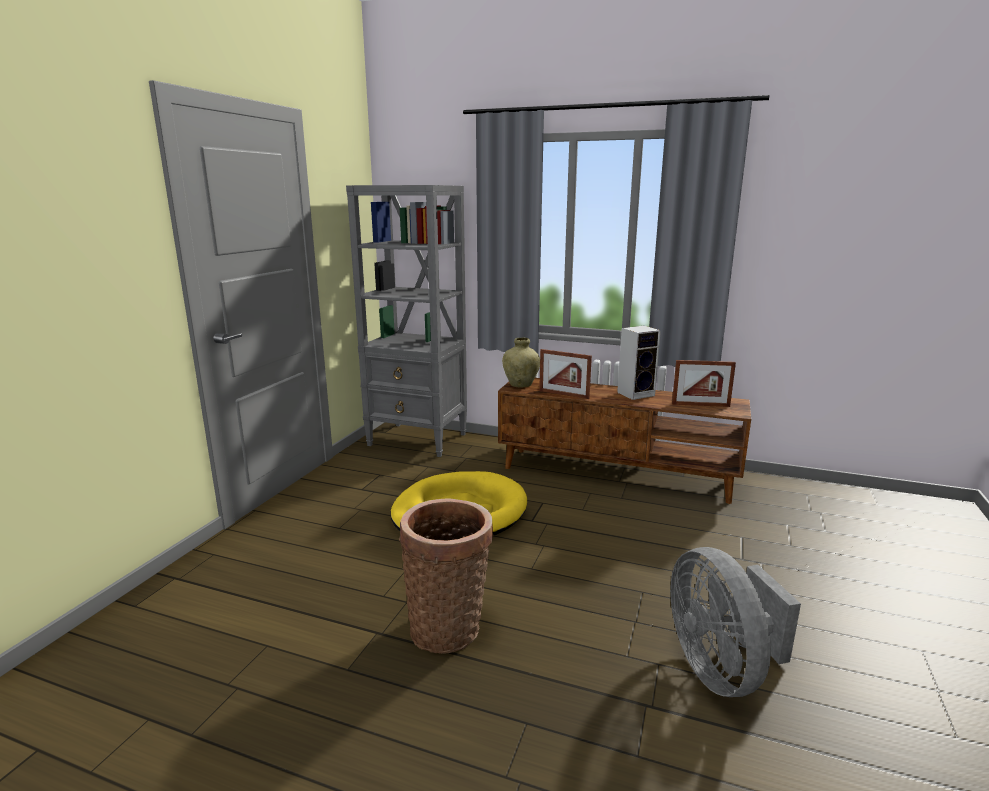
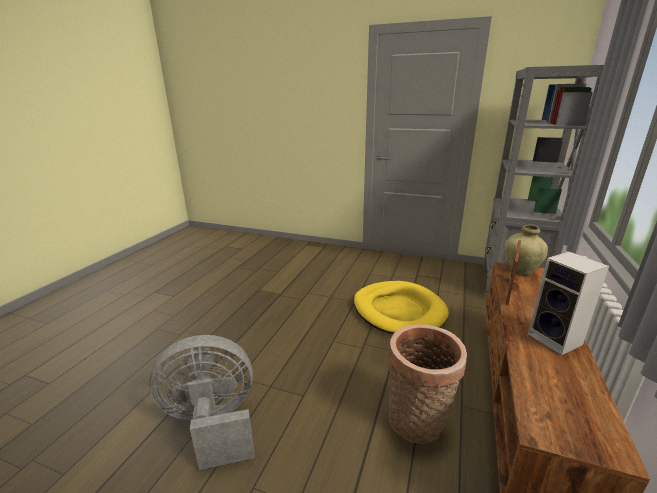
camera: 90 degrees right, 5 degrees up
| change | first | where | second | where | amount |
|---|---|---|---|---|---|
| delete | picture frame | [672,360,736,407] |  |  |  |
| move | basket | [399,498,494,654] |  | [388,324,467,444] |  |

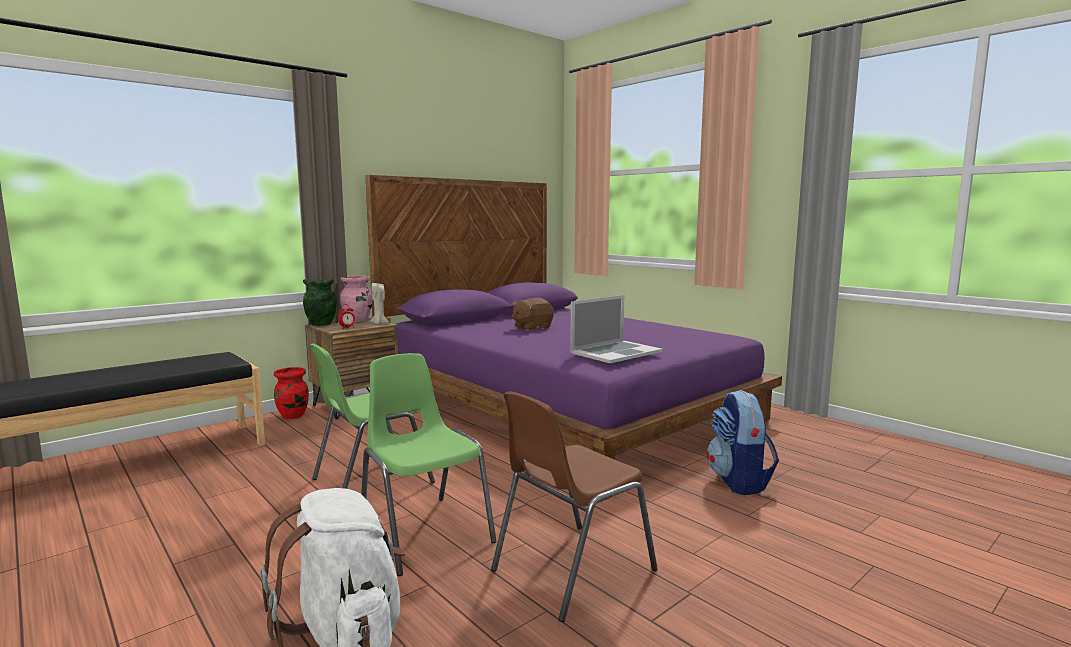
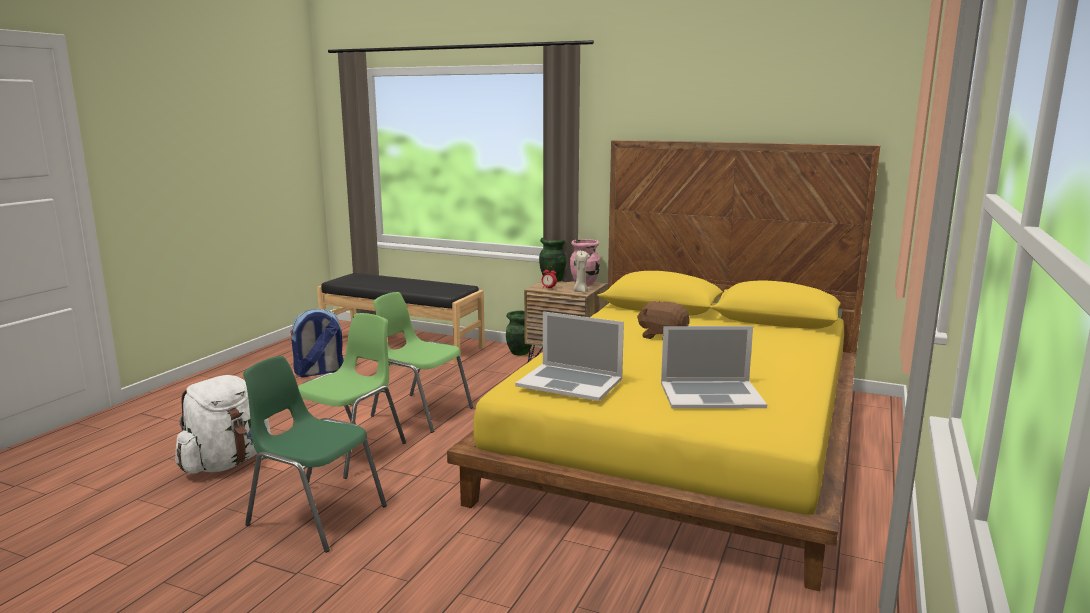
camera: 65 degrees right, 5 degrees up
| change | first | where | second | where | amount |
|---|---|---|---|---|---|
| insert |  |  | laptop | [661,326,767,409] |  |
| move | backpack | [707,390,779,495] |  | [290,309,344,377] |  |
| recolor | red vase | [274,367,309,419] | green vase | [506,311,532,356] |  |
| recolor | purple bed | [366,175,782,460] | yellow bed | [447,140,880,591] |  |
| recolor | brown chair | [491,391,658,622] | green chair | [243,356,387,553] |  |

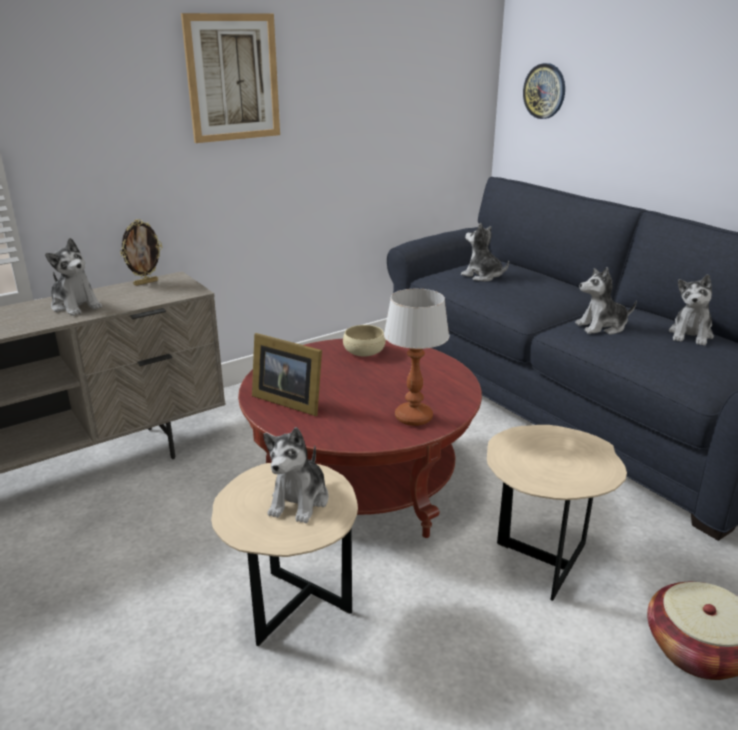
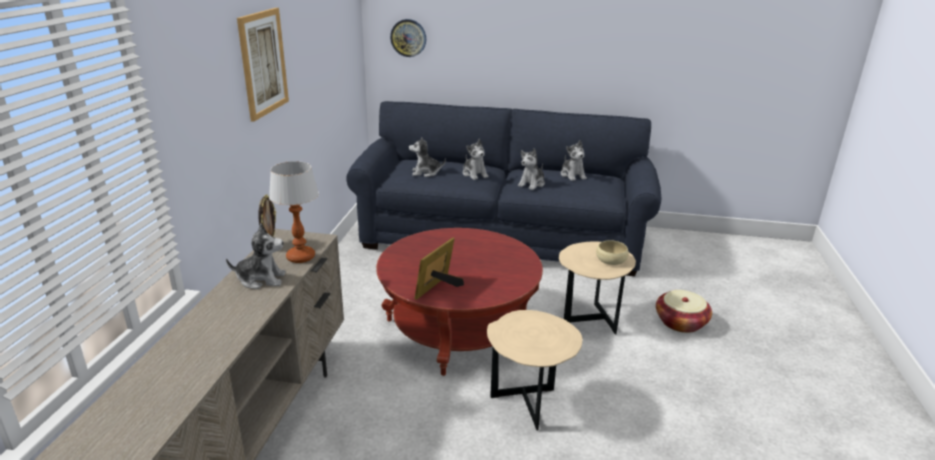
camera: 45 degrees left, 0 degrees up
| change | first | where | second | where | amount |
|---|---|---|---|---|---|
| move | plush toy | [263,427,329,523] |  | [463,139,488,180] |  |
| move | beige bowl | [343,325,386,356] |  | [596,240,629,265] |  |
| move | table lamp | [384,288,449,426] |  | [269,161,319,263] |  |
| rotate | picture frame | [252,333,322,416] |  | [415,238,464,300] | 135 degrees clockwise |

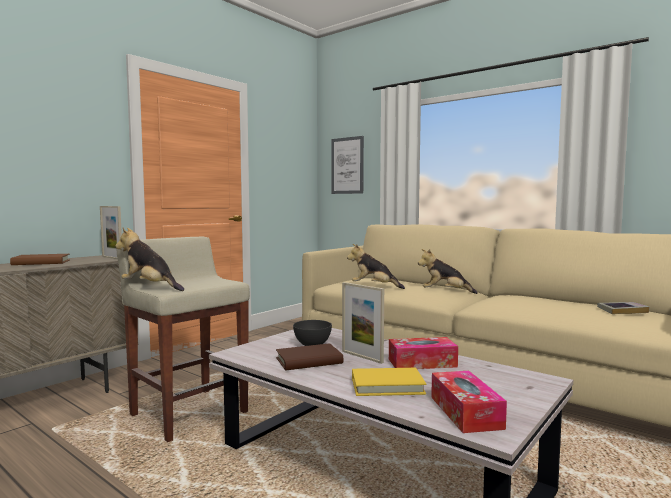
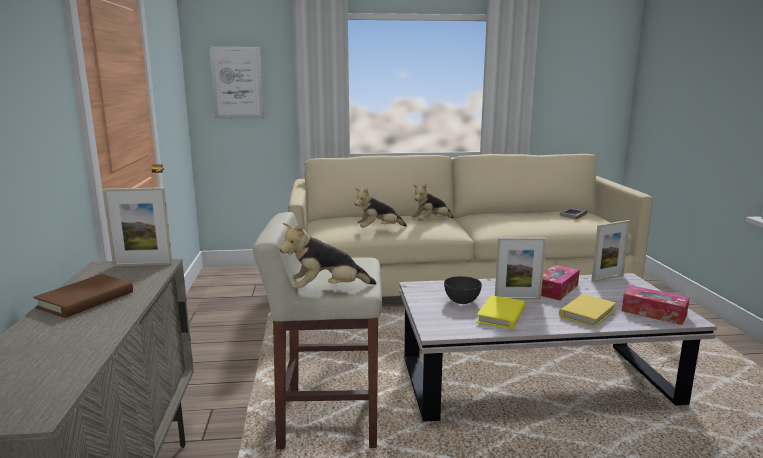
camera: 45 degrees left, 10 degrees up
| change | first | where | second | where | amount |
|---|---|---|---|---|---|
| insert |  |  | picture frame | [591,220,630,282] |  |
| recolor | brown book | [276,343,343,370] | yellow book | [476,295,525,329] |  |

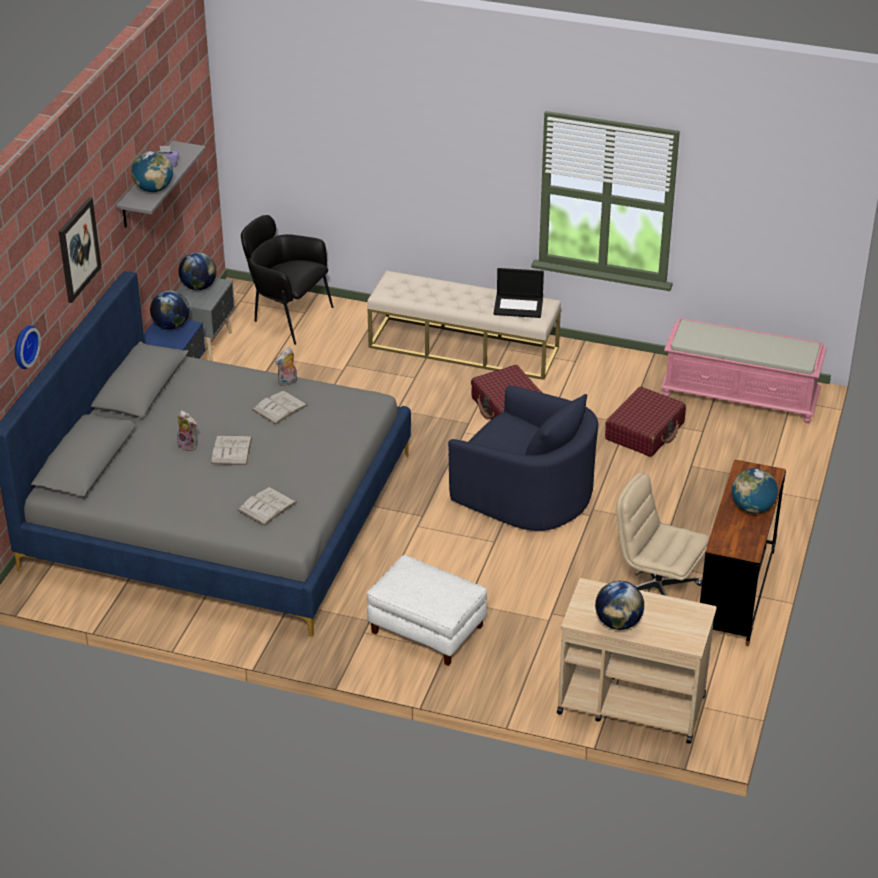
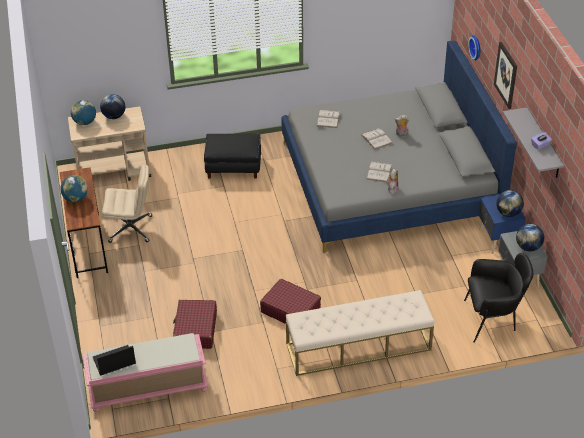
camera: 150 degrees right, 5 degrees up
| change | first | where | second | where | amount |
|---|---|---|---|---|---|
| delete | blue armchair | [448,385,598,531] |  |  |  |
| move | globe | [131,151,173,192] |  | [71,100,96,125] |  |
| move | laptop | [493,268,544,318] |  | [93,345,136,375] |  |
| recolor | white ottoman | [367,555,487,666] | black ottoman | [204,133,261,179] |  |

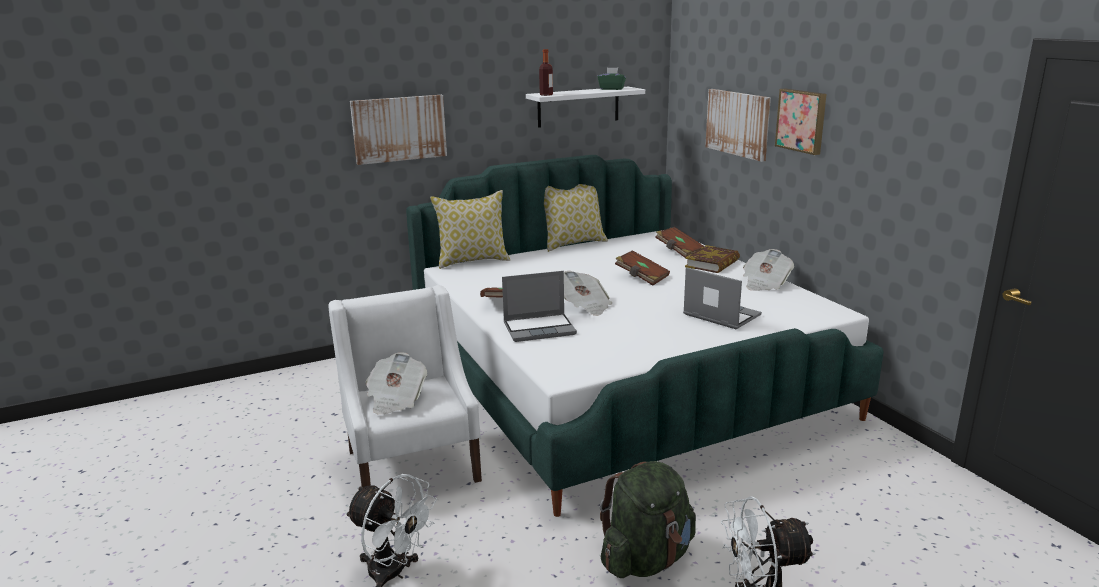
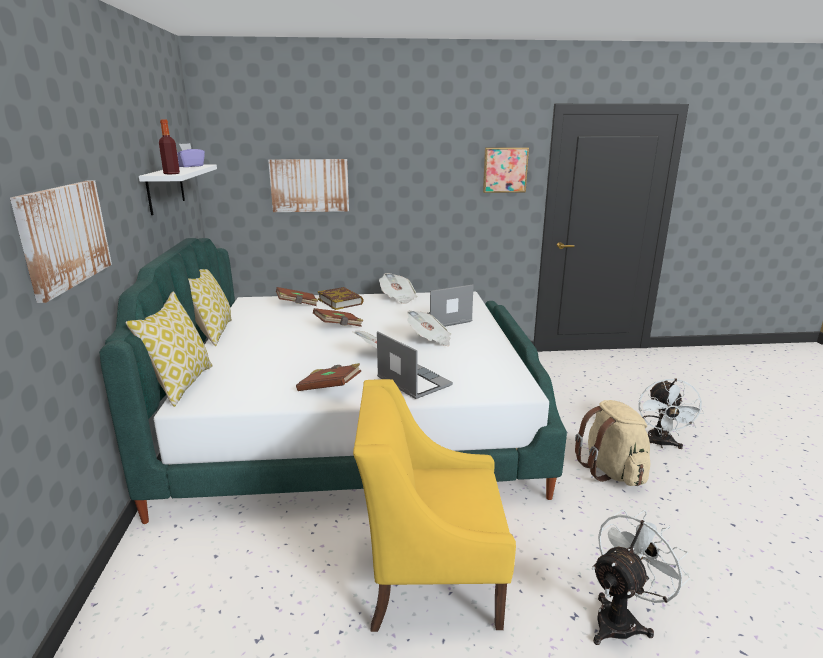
camera: 70 degrees left, 0 degrees up
| change | first | where | second | where | amount |
|---|---|---|---|---|---|
| move | newspaper | [366,352,427,415] |  | [407,310,451,346] |  |
| move | picture | [775,89,826,155] |  | [483,147,529,193] |  |
| recolor | white armchair | [329,285,482,487] | yellow armchair | [353,379,516,632] |  |
| recolor | green tissue box | [598,68,626,90] | purple tissue box | [177,143,205,167] |  |
| recolor | green backpack | [600,461,696,578] | beige backpack | [575,400,650,486] |  |
| rotate | laptop | [502,271,577,342] |  | [377,331,453,399] | 45 degrees counterclockwise |

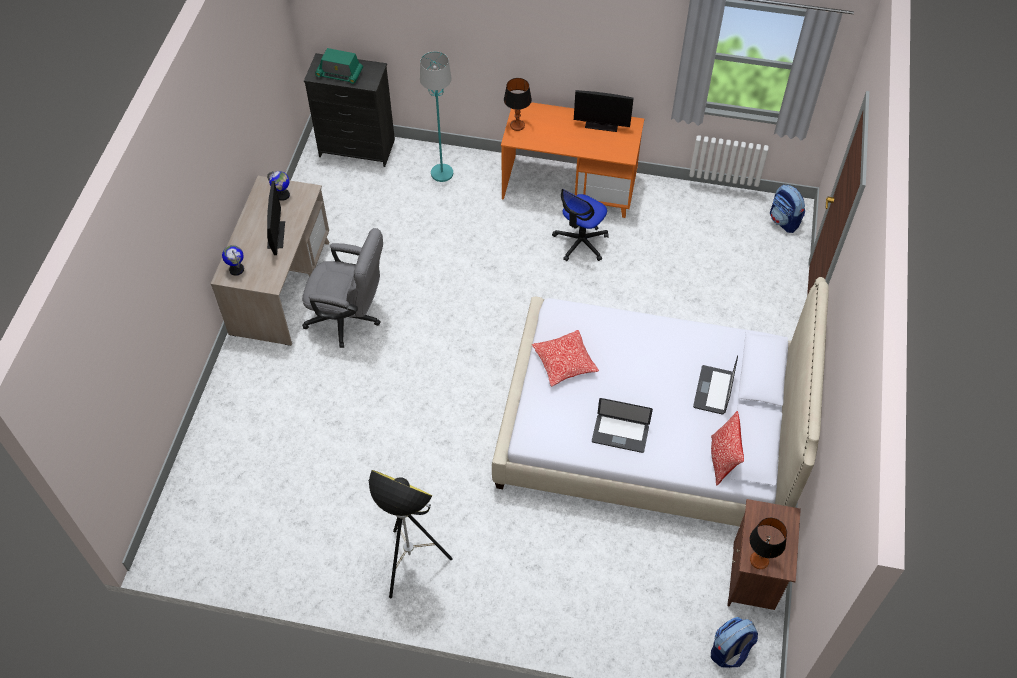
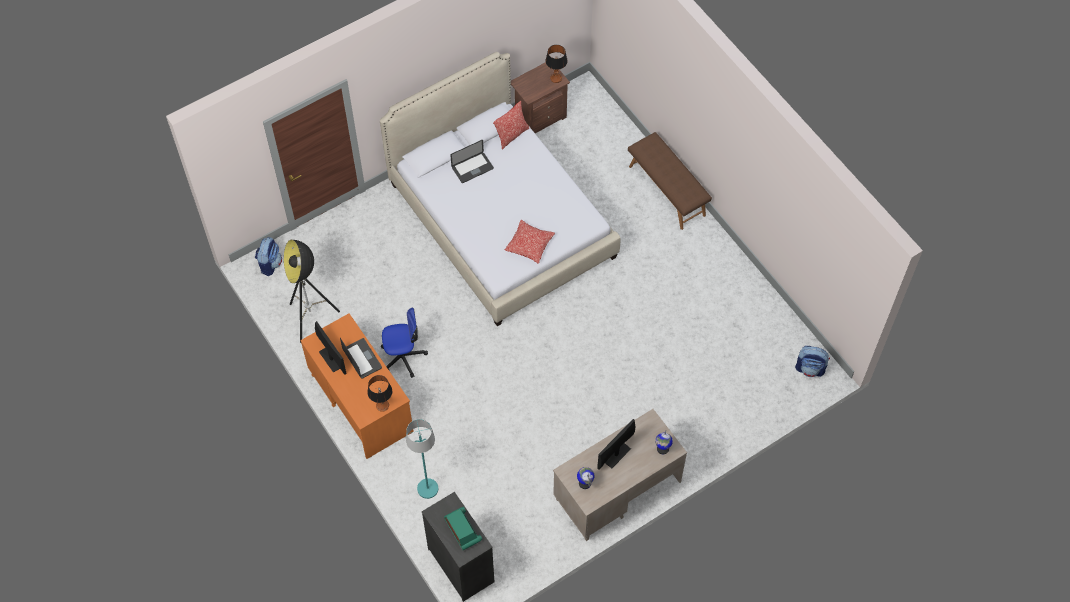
camera: 135 degrees left, 5 degrees up
| change | first | where | second | where | amount |
|---|---|---|---|---|---|
| delete | grey office chair | [302,228,383,348] |  |  |  |
| insert |  |  | brown bench | [628,132,712,230] |  |
| move | floor lamp | [368,470,453,599] |  | [284,240,340,343] |  |
| move | laptop | [592,398,653,453] |  | [340,338,382,379] |  |
| move | backpack | [711,617,758,668] |  | [795,346,830,377] |  |

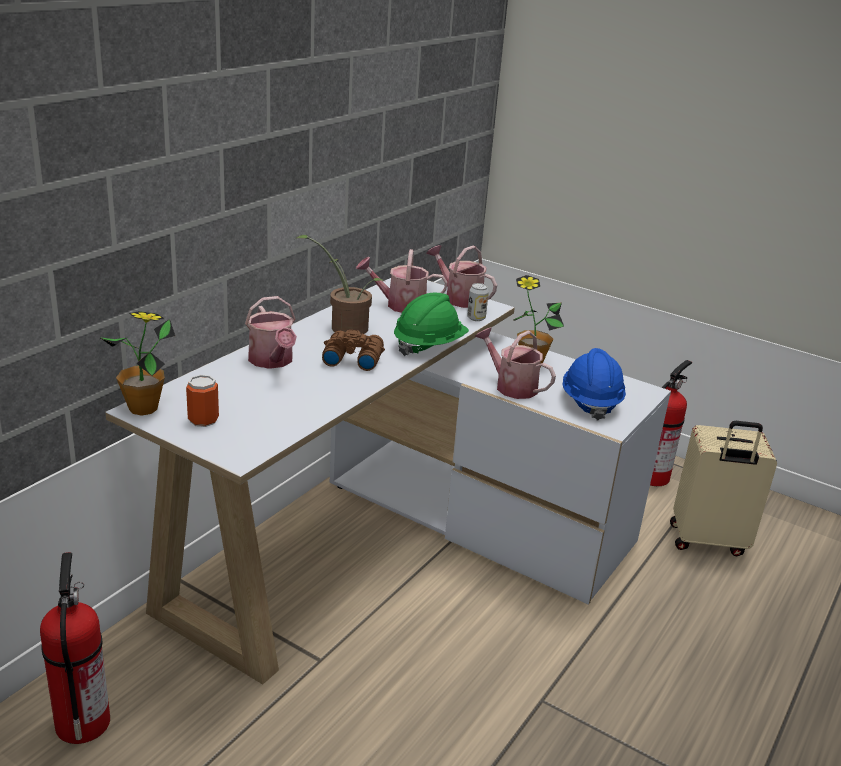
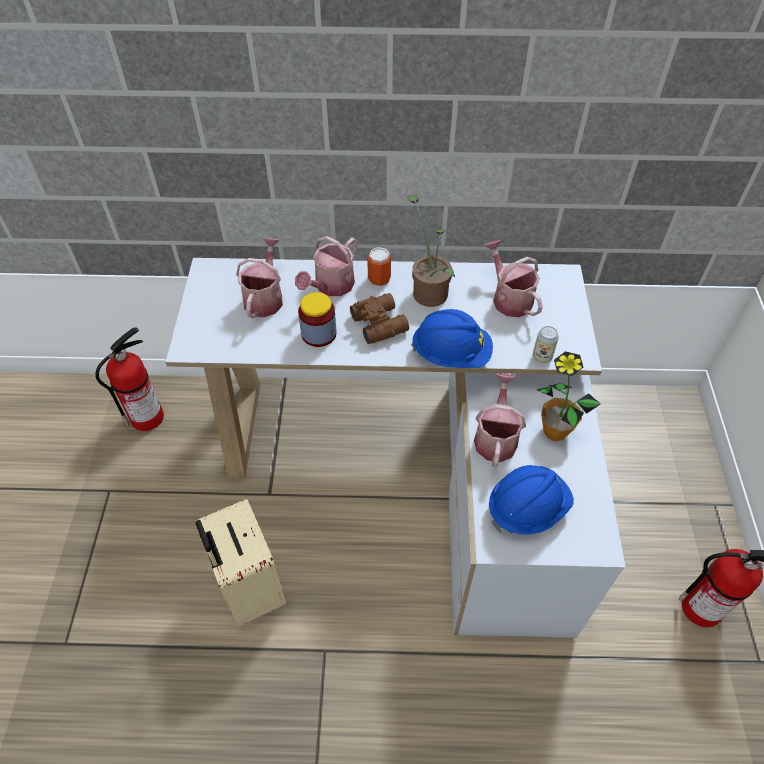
camera: 60 degrees right, 25 degrees up
| change | first | where | second | where | amount |
|---|---|---|---|---|---|
| delete | potted plant | [99,311,175,416] |  |  |  |
| insert |  |  | jar | [298,292,336,347] |  |
| move | can | [186,375,219,427] |  | [367,247,391,287] |  |
| move | watering can | [426,245,497,308] |  | [236,238,283,318] |  |
| move | beige suitcase | [670,421,777,556] |  | [195,499,286,627] |  |
| recolor | green hard hat | [394,293,469,356] | blue hard hat | [411,309,493,368] |  |

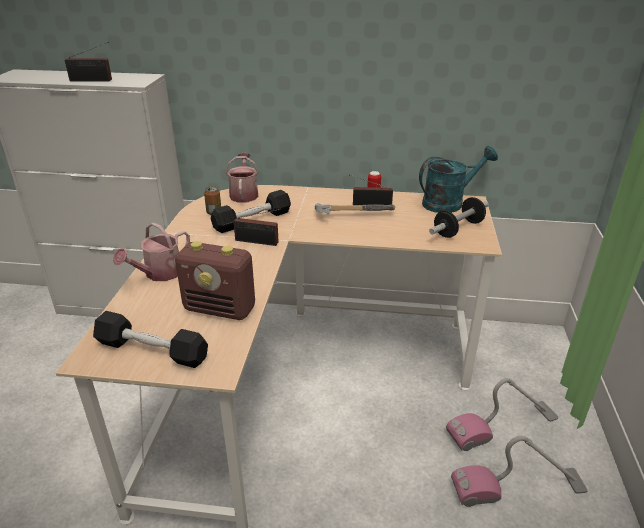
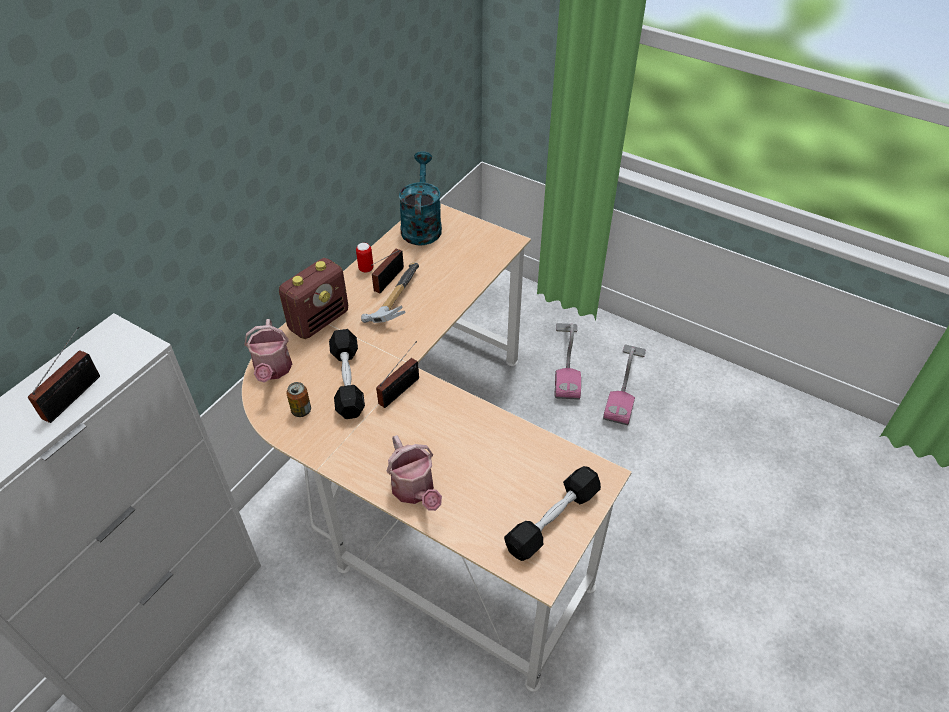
camera: 65 degrees left, 15 degrees up
| change | first | where | second | where | amount |
|---|---|---|---|---|---|
| delete | dumbbell | [429,197,489,238] |  |  |  |
| move | radio | [175,241,255,320] |  | [279,258,348,339] |  |
| rotate | watering can | [226,153,258,203] |  | [244,319,292,383] | 120 degrees counterclockwise |

